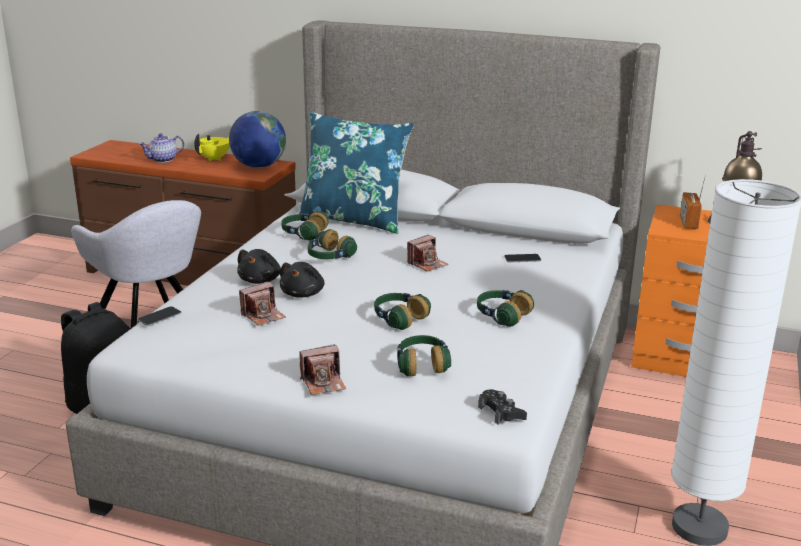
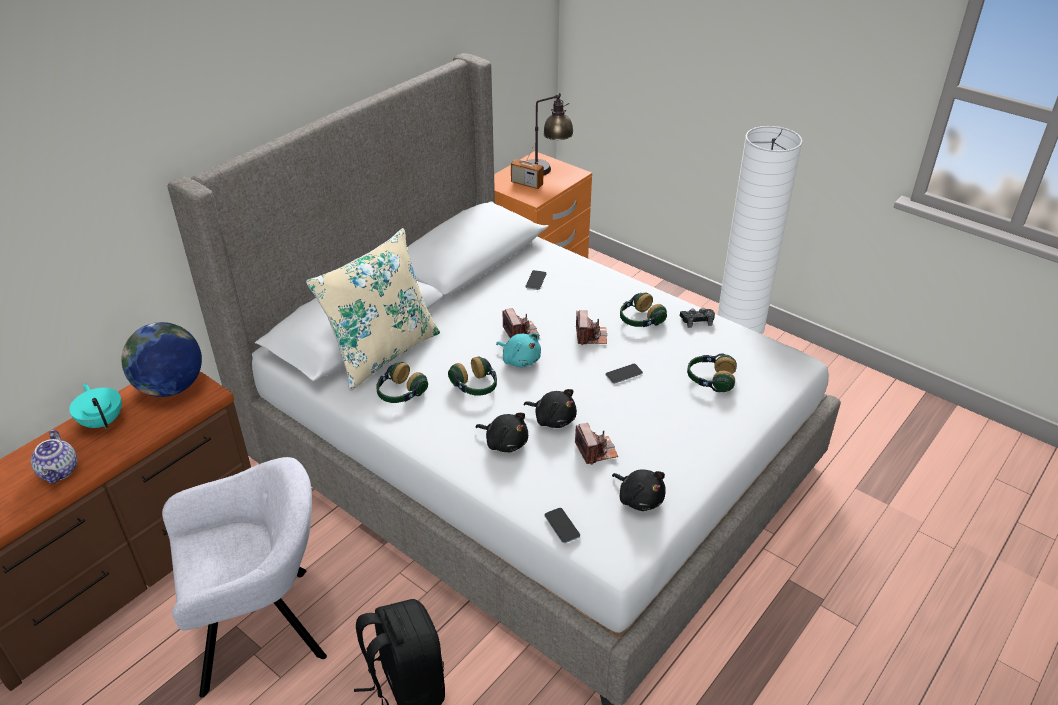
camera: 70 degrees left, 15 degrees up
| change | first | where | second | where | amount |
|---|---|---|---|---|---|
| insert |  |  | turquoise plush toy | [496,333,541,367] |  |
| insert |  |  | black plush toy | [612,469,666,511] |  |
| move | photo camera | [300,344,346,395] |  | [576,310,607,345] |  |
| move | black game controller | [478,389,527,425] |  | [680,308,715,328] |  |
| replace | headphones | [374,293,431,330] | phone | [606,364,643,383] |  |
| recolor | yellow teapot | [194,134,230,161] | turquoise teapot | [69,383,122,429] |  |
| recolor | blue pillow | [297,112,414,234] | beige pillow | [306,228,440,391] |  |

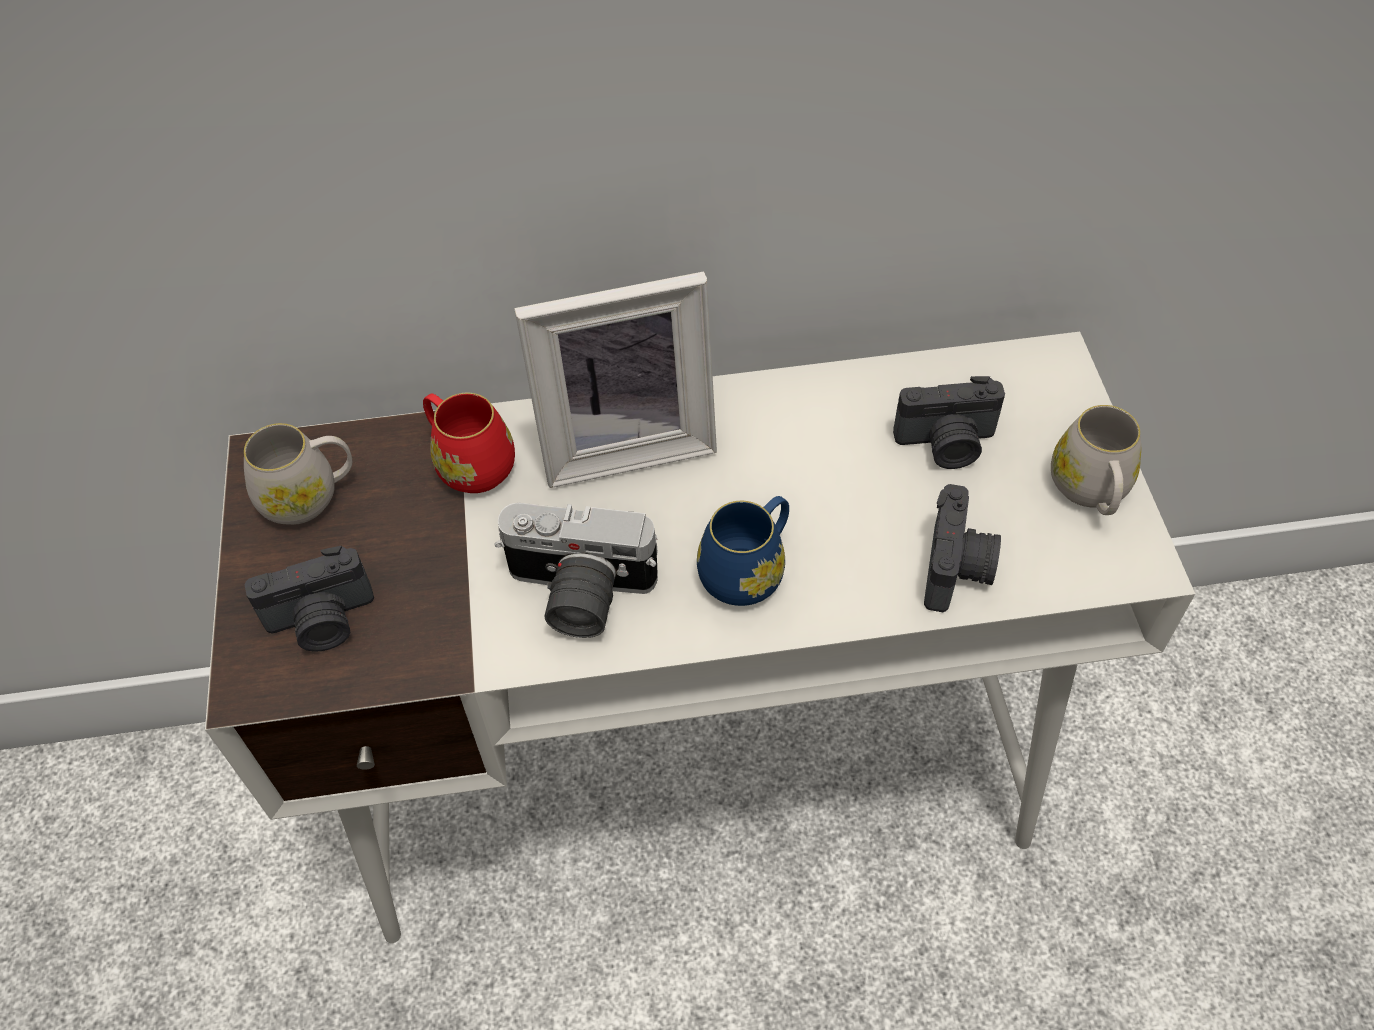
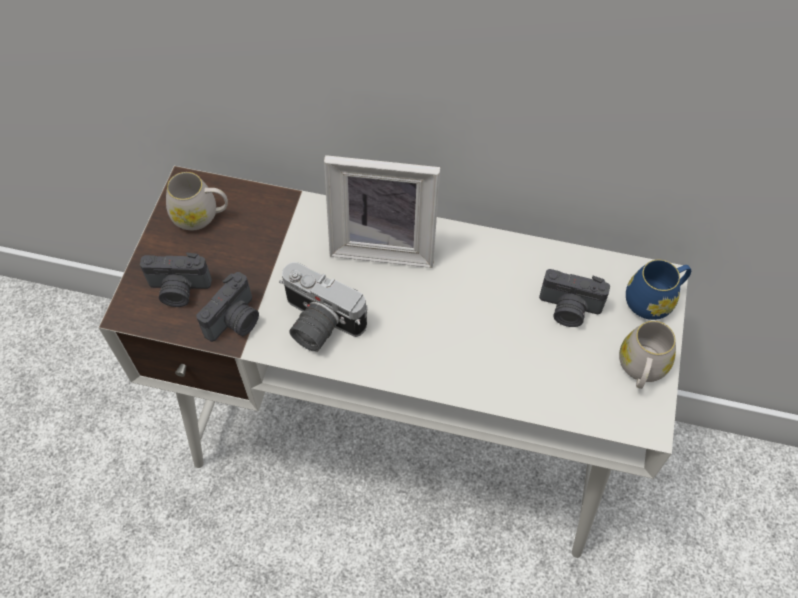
camera: 20 degrees right, 5 degrees up
| change | first | where | second | where | amount |
|---|---|---|---|---|---|
| delete | red mug | [423,393,515,493] |  |  |  |
| move | blue mug | [697,496,789,606] |  | [626,260,691,320] |  |
| move | photo camera | [924,484,1001,612] |  | [196,272,259,342] |  |

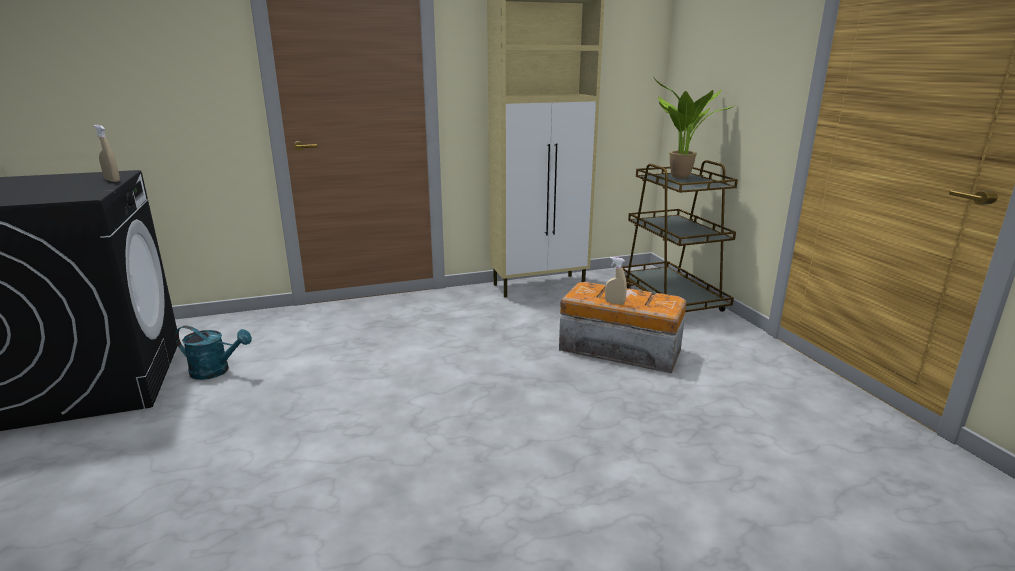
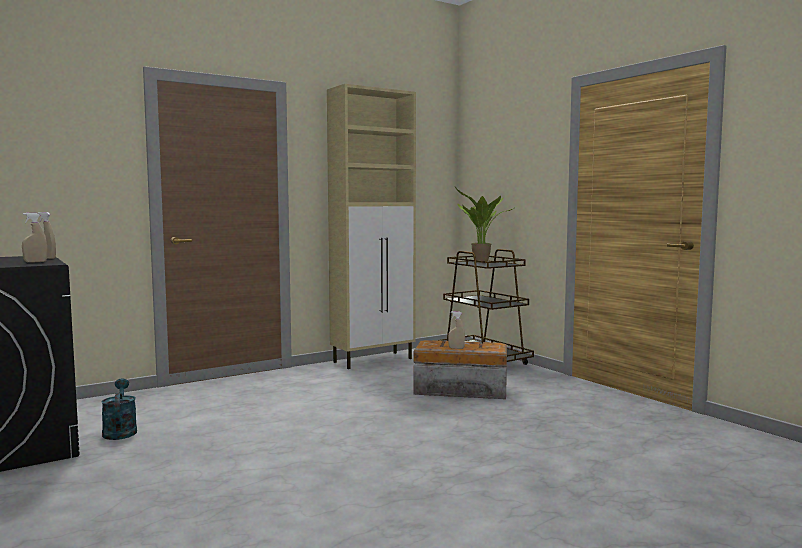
camera: 15 degrees left, 15 degrees down
| change | first | where | second | where | amount |
|---|---|---|---|---|---|
| insert |  |  | beige spray bottle | [22,213,47,263] |  |
| rotate | turquoise watering can | [175,325,252,380] |  | [101,378,137,440] | 105 degrees counterclockwise |

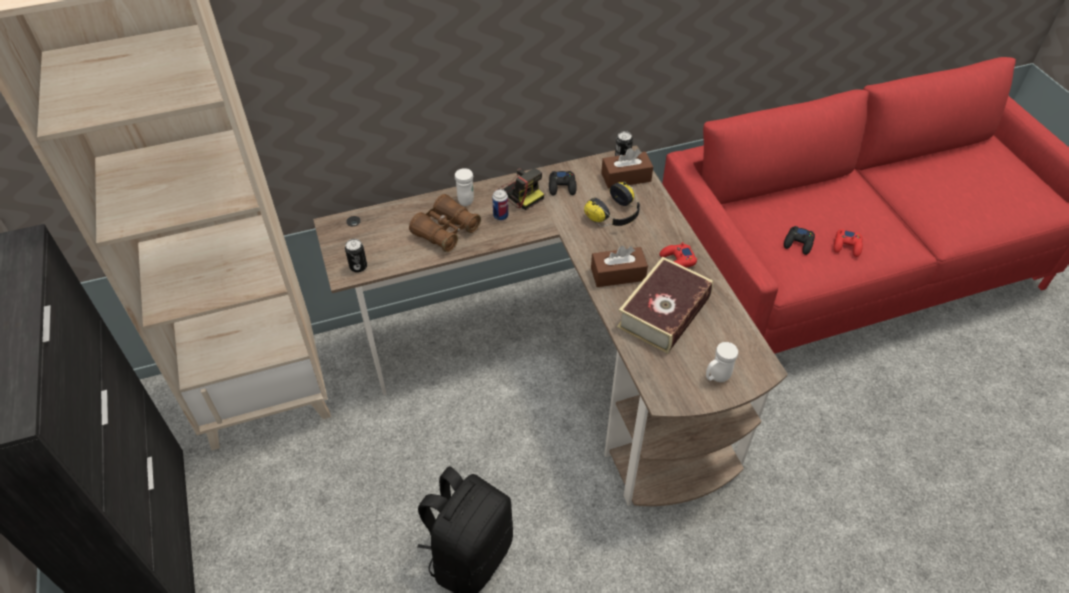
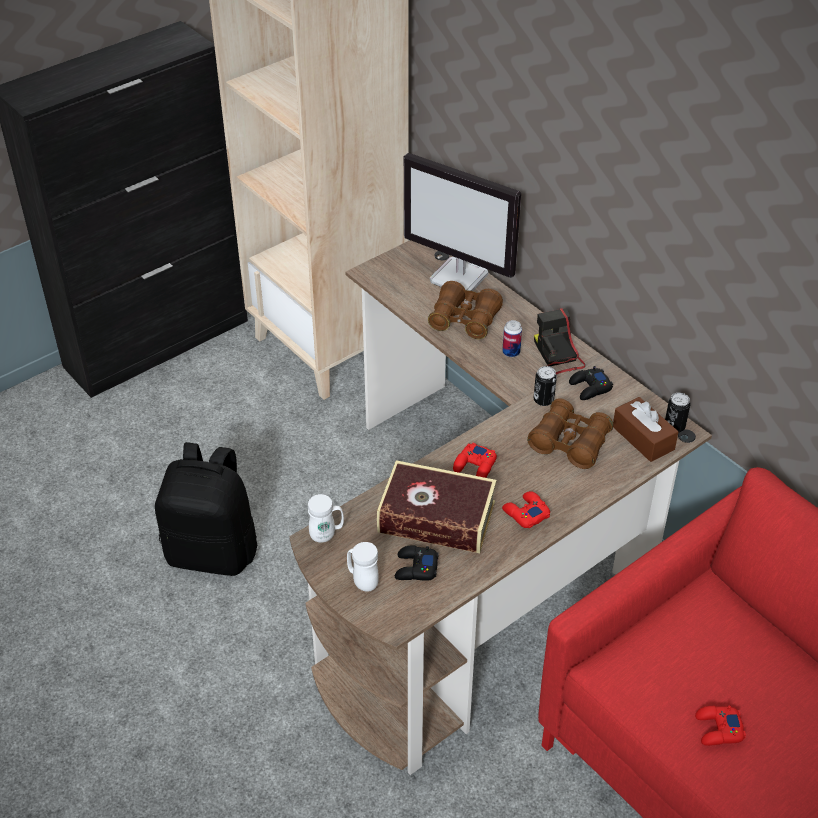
camera: 70 degrees right, 5 degrees down
| change | first | where | second | where | amount |
|---|---|---|---|---|---|
| insert |  |  | monitor | [404,153,521,291] |  |
| move | can | [345,239,367,273] |  | [534,366,557,406] |  |
| move | white mug | [455,168,474,206] |  | [308,494,344,543] |  |
| move | black game controller | [784,226,815,255] |  | [395,546,438,581] |  |
| replace | headphones | [584,181,640,227] | brown binoculars | [527,398,613,469] |  |
| replace | brown tissue box | [591,246,648,287] | red game controller | [453,443,497,478] |  |
| rotate | photo camera | [496,168,544,210] |  | [534,308,585,375] | 135 degrees clockwise |

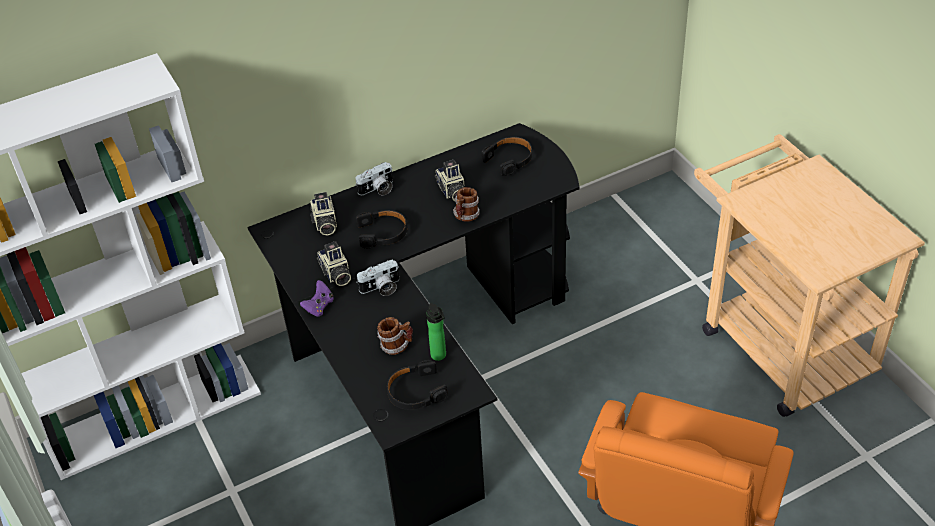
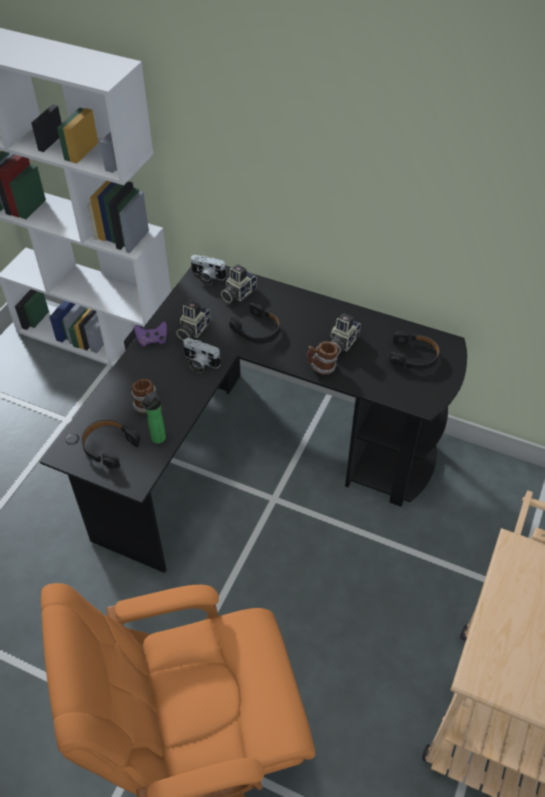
camera: 50 degrees right, 5 degrees up
| change | first | where | second | where | amount |
|---|---|---|---|---|---|
| move | photo camera | [355,162,393,196] |  | [190,255,226,285] |  |

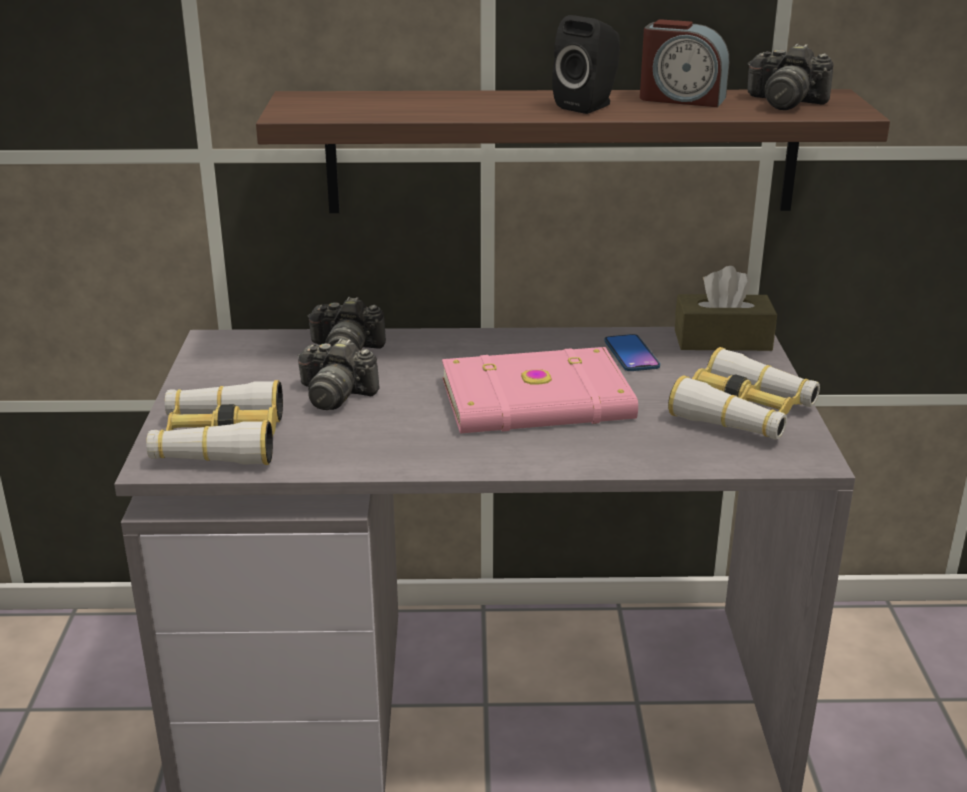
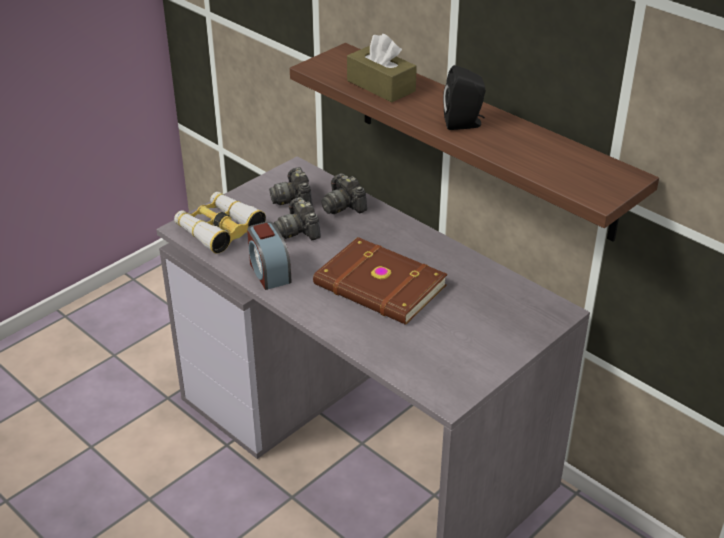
camera: 45 degrees right, 10 degrees up
| change | first | where | second | where | amount |
|---|---|---|---|---|---|
| delete | phone | [604,334,660,371] |  |  |  |
| delete | binoculars | [668,347,820,439] |  |  |  |
| move | alarm clock | [640,19,729,107] |  | [247,222,292,290] |  |
| move | brown tissue box | [675,266,777,351] |  | [347,34,417,102] |  |
| move | photo camera | [748,44,833,110] |  | [269,167,313,206] |  |
| recolor | pink book | [442,347,638,434] | brown book | [313,237,447,325] |  |

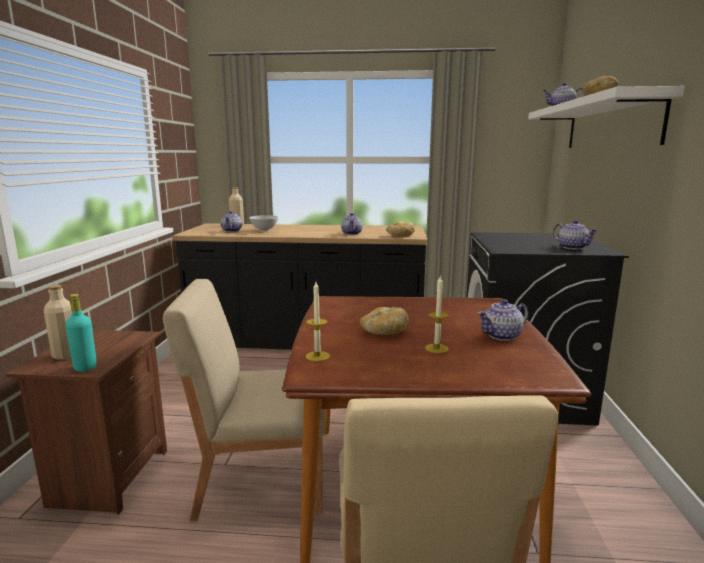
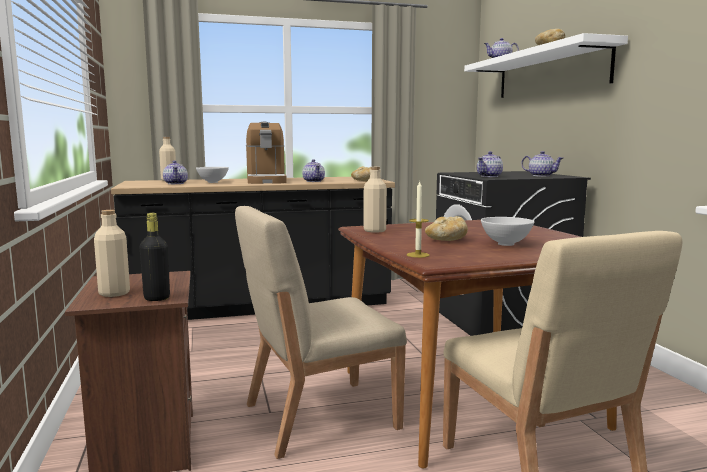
camera: 20 degrees left, 5 degrees down
| change | first | where | second | where | amount |
|---|---|---|---|---|---|
| insert |  |  | coffee machine | [246,121,287,184] |  |
| insert |  |  | beige bottle | [364,167,387,233] |  |
| move | teapot | [478,299,528,341] |  | [477,151,503,177] |  |
| replace | candle | [425,276,449,353] | white bowl | [481,217,534,246] |  |
| recolor | turquoise bottle | [65,294,97,372] | black bottle | [139,213,170,301] |  |

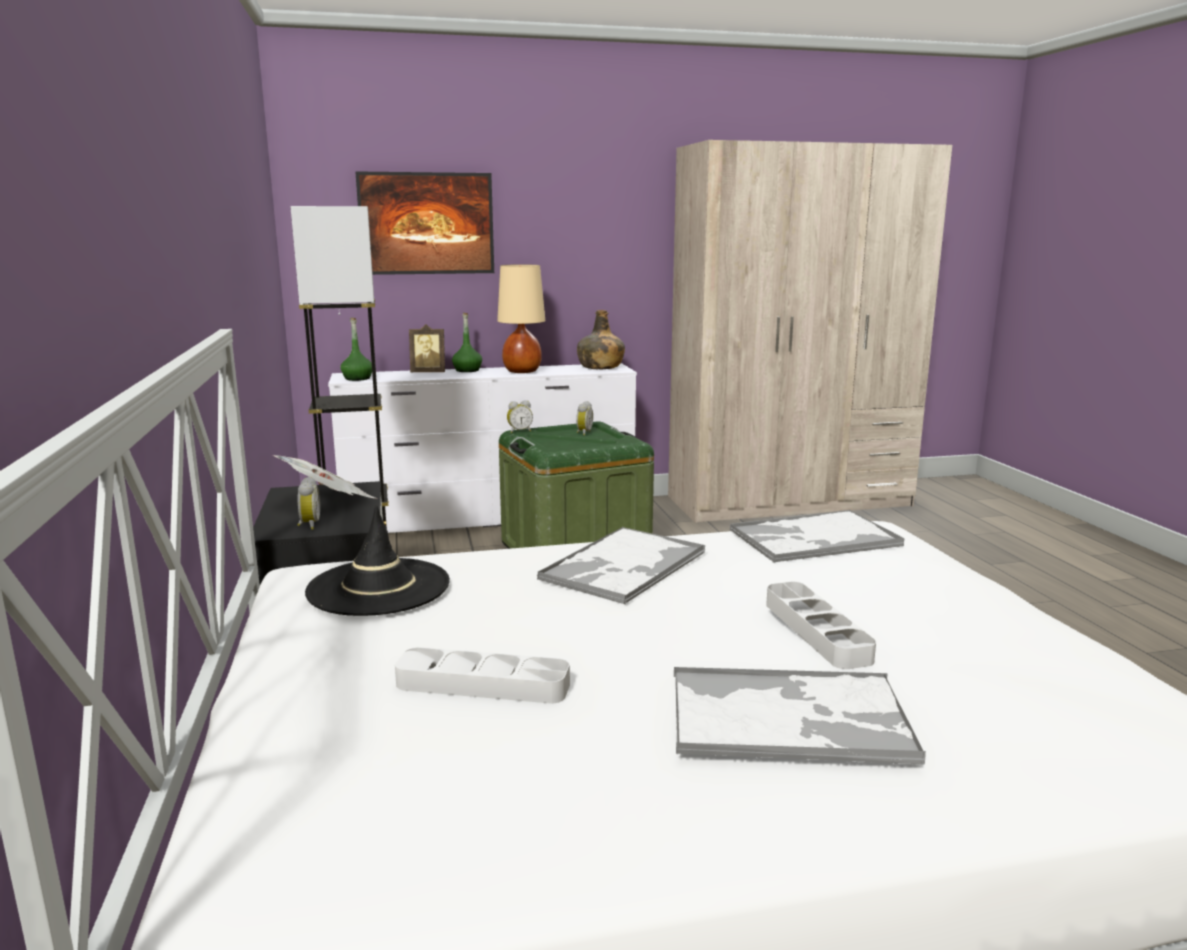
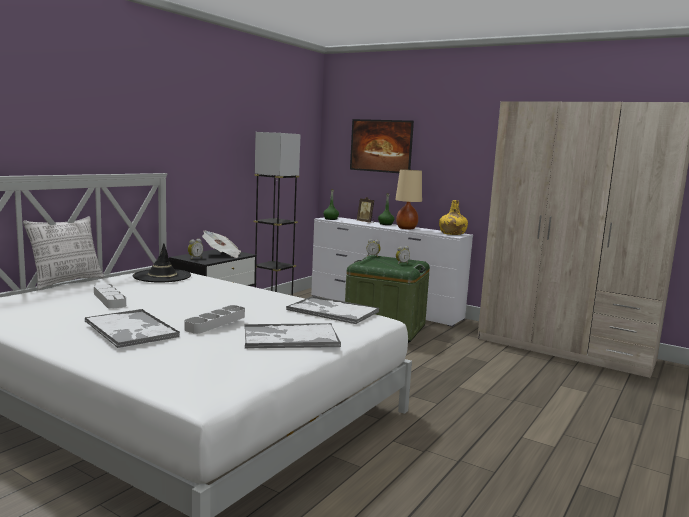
camera: 45 degrees right, 5 degrees down
| change | first | where | second | where | amount |
|---|---|---|---|---|---|
| insert |  |  | pillow | [23,217,104,290] |  |
| move | tray | [536,527,705,604] |  | [244,323,341,348] |  |
| recolor | green bottle | [577,310,625,369] | yellow bottle | [439,200,468,235] |  |

